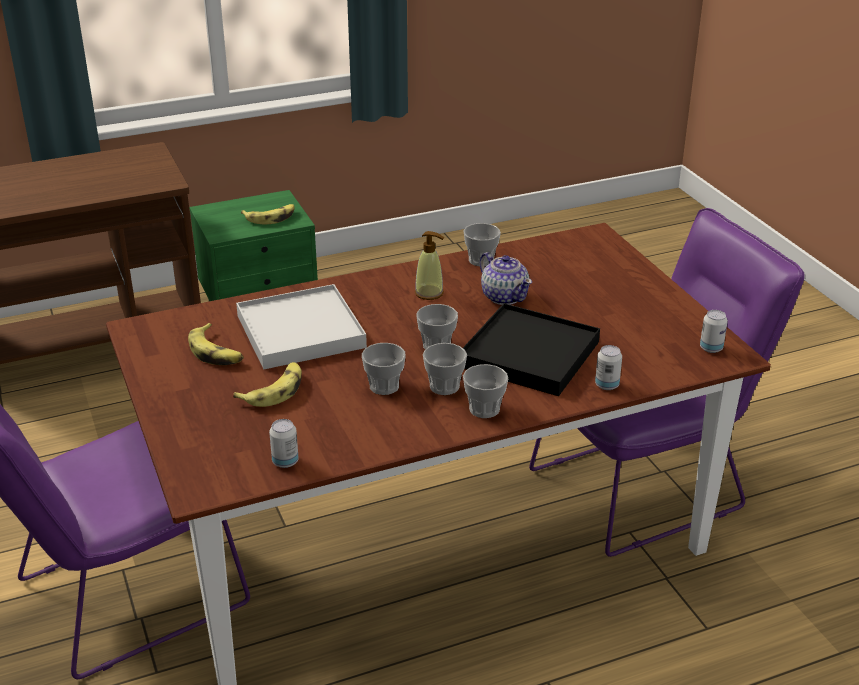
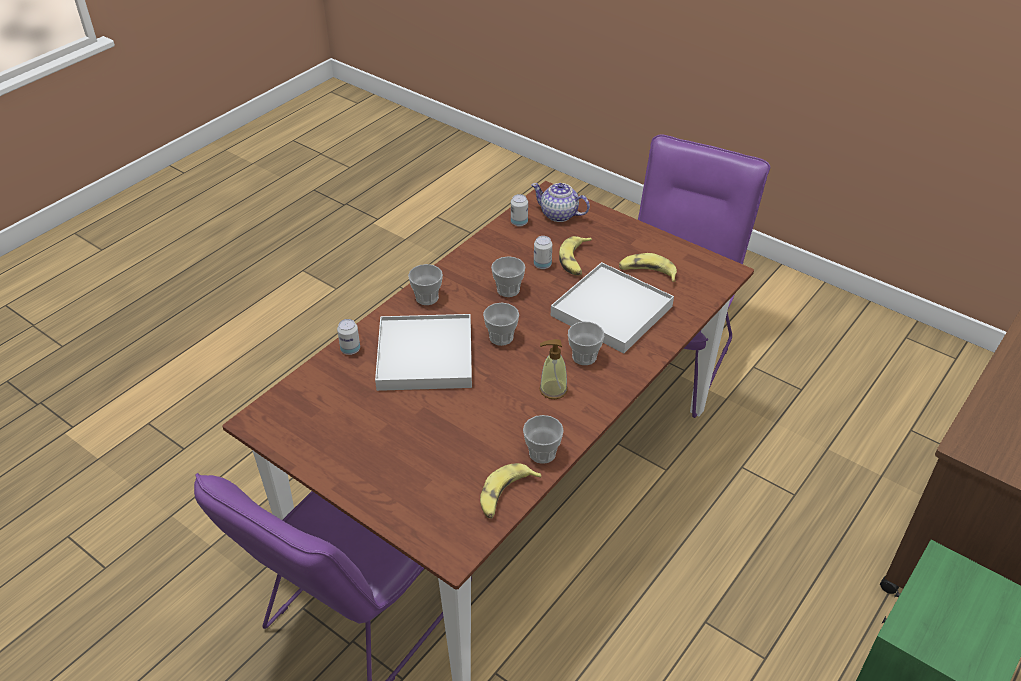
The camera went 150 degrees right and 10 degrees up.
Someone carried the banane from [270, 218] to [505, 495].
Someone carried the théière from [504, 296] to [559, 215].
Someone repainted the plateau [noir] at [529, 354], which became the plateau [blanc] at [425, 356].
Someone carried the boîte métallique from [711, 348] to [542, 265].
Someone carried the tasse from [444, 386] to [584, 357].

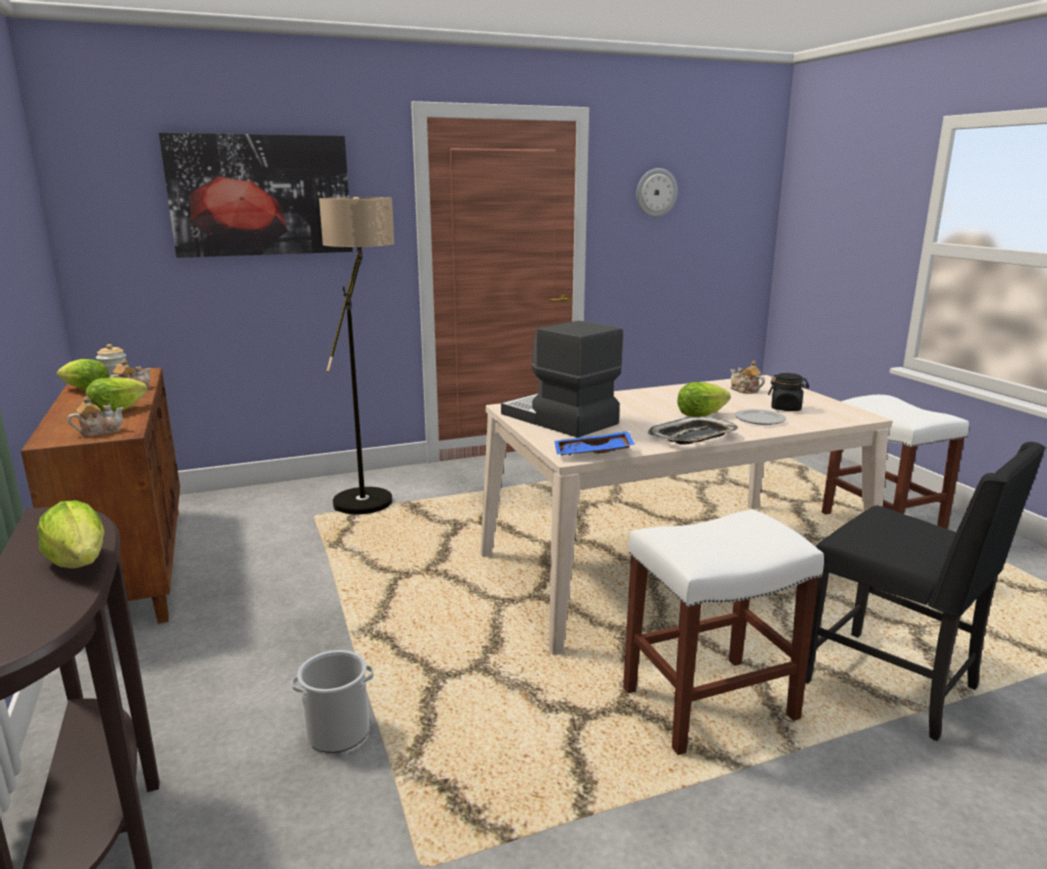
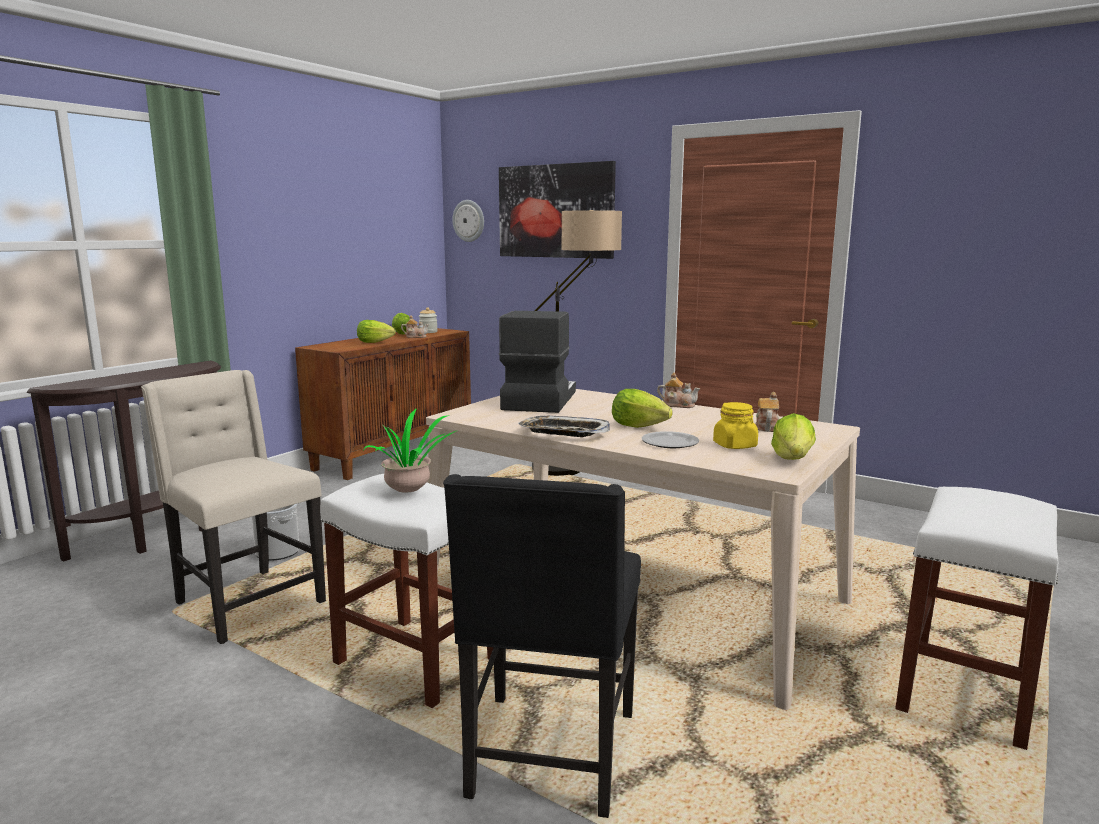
The camera went 55 degrees right and 5 degrees down.
Someone carried the horloge murale from [656, 192] to [469, 220].
Someone repainted the bocal [noir] at [786, 408], which became the bocal [jaune] at [735, 446].
Someone carried the théière from [99, 432] to [678, 405].
Someone took away the plateau [bleu] at [593, 454].
Someone carried the laitue from [80, 562] to [792, 459].
Someone put down the chaise [beige] at [246, 603].
Someone put down the plante en pot at [410, 491].

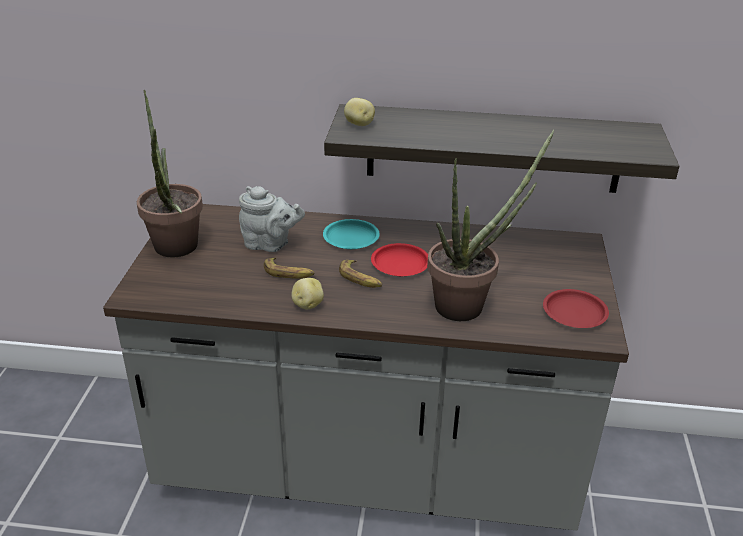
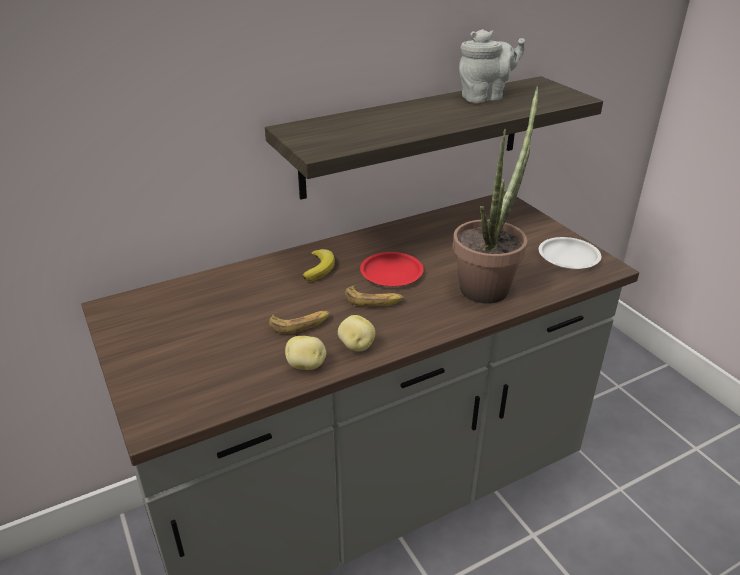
The camera went 35 degrees left and 0 degrees up.
Someone took away the plante en pot at [176, 251].
Someone carried the pomme de terre from [359, 124] to [306, 366].
Someone carried the théière [gris] from [270, 244] to [485, 97].
Someone swapped the assiette [turquoise] at [351, 238] for the banane at [319, 268].
Someone repainted the assiette [rouge] at [575, 313], which became the assiette [blanc] at [569, 257].

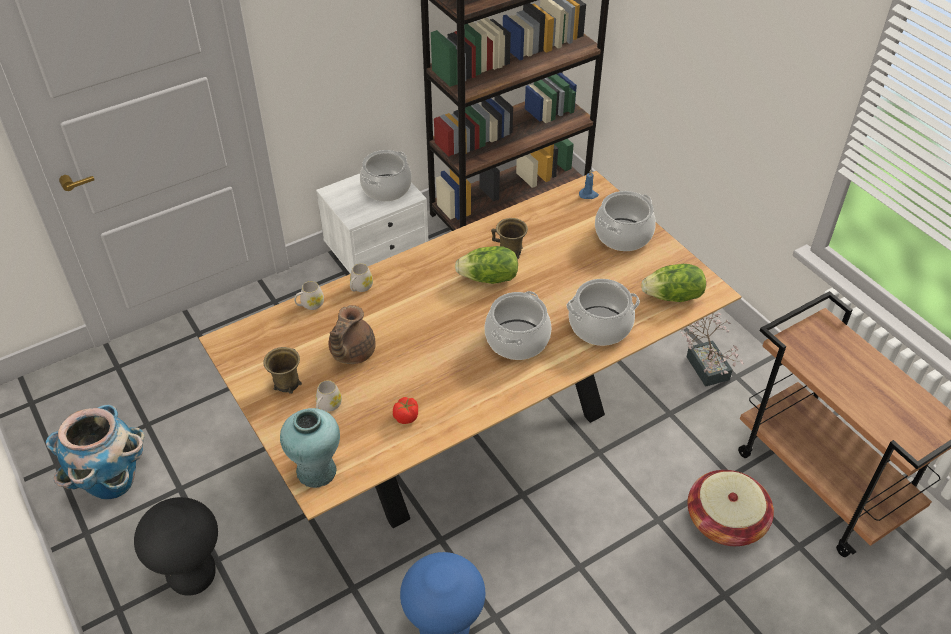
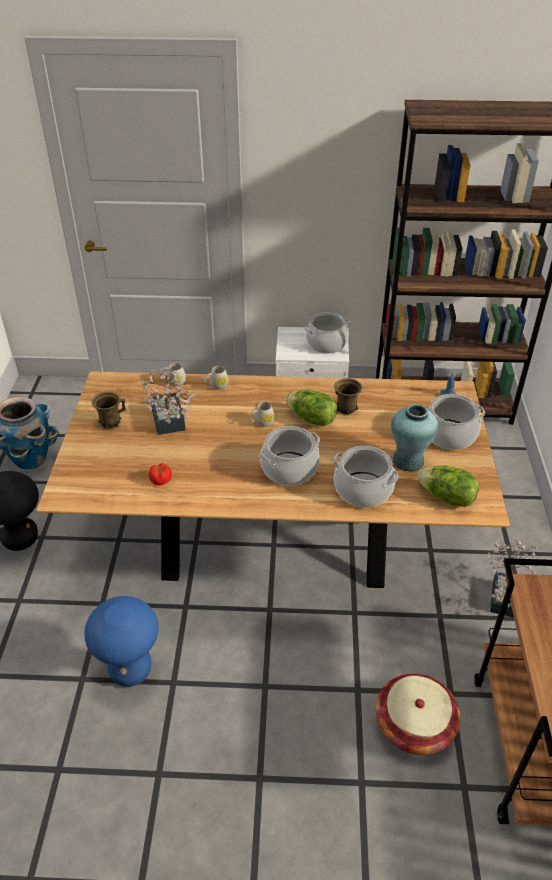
The camera went 35 degrees right and 5 degrees down.
Someone swapped the théière [marron] at [351, 353] for the plante en pot at [168, 423].
Someone carried the mug [blanc] from [327, 406] to [262, 422].
Someone carried the vase [turquoise] from [316, 471] to [408, 460].

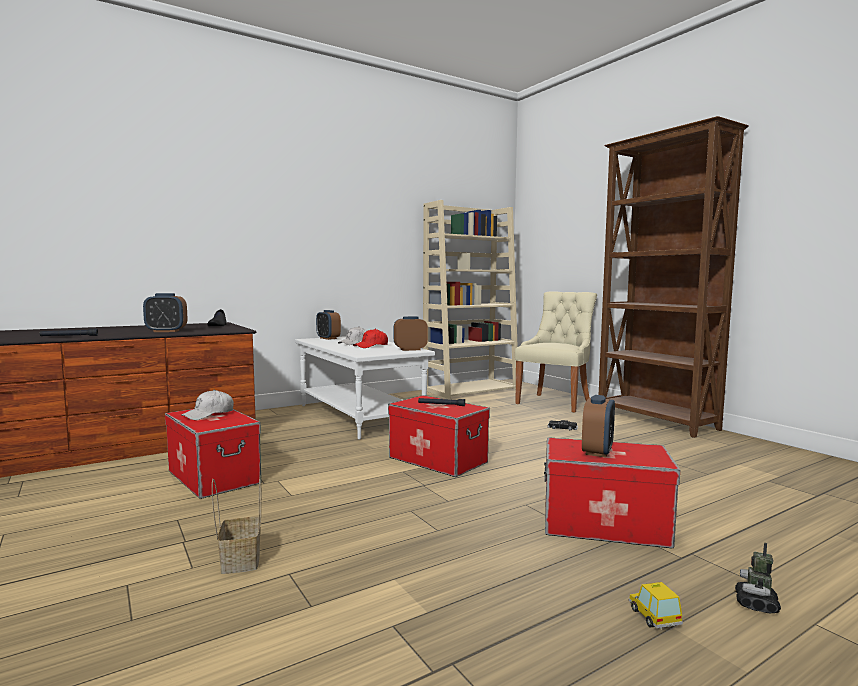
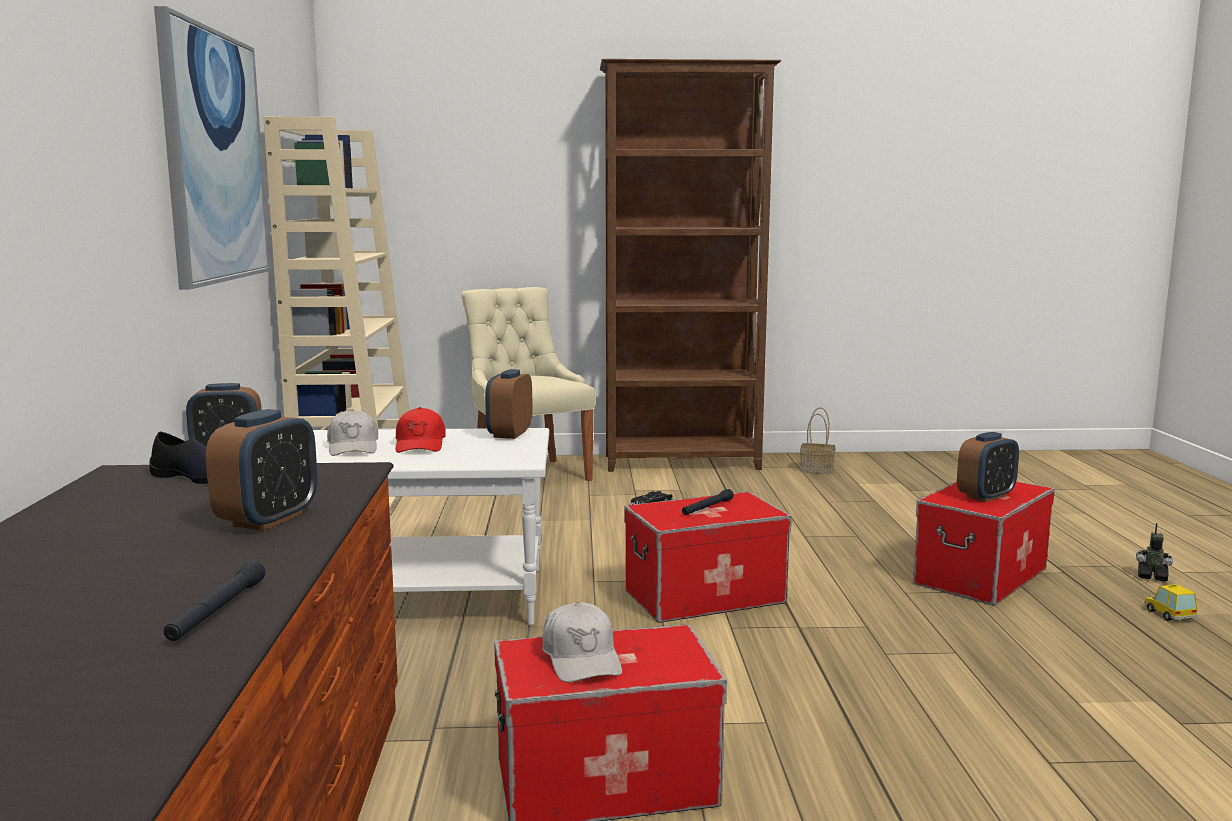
The camera went 60 degrees left and 5 degrees up.
Someone rotated the réveil at [597, 451] by 90 degrees clockwise.
Someone carried the panier from [240, 560] to [815, 470].
Someone rotated the robot jouet at [756, 604] by 150 degrees clockwise.
Someone rotated the petite voiture at [654, 616] by 60 degrees clockwise.
Someone put up the tableau at [214, 157].

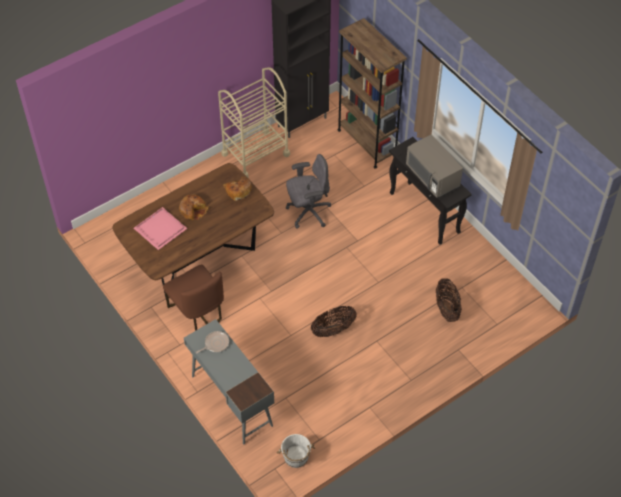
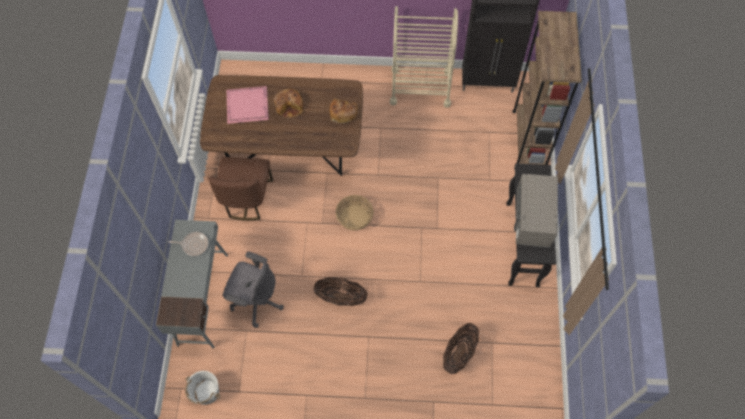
The camera went 40 degrees right and 10 degrees up.
Someone carried the chaise de bureau [gris] from [308, 212] to [256, 300].
Someone put down the panier at [354, 217].

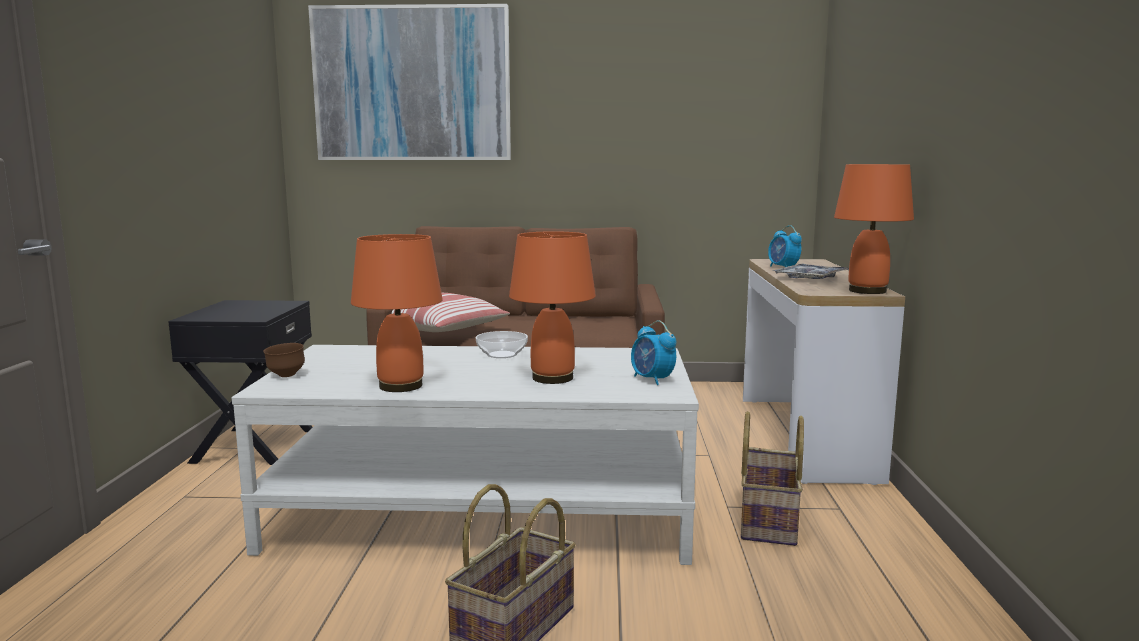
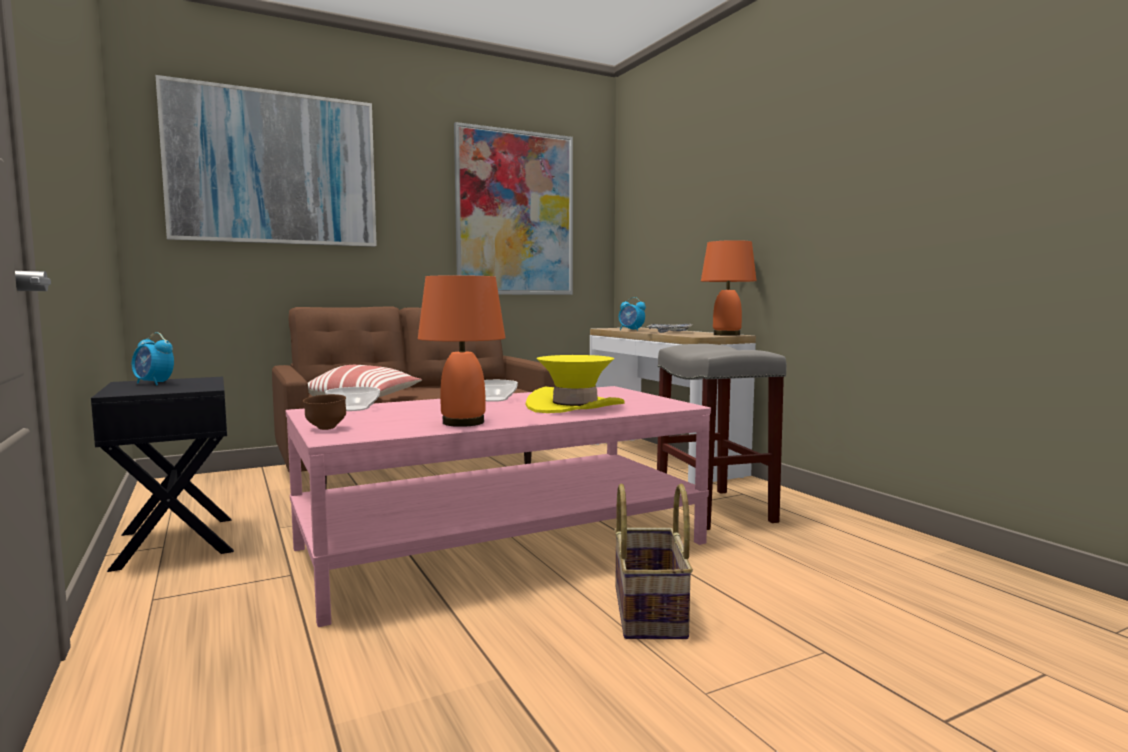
The camera went 30 degrees left and 5 degrees down.
Someone swapped the lampe de table [orange] at [552, 378] for the chapeau [jaune] at [575, 406].
Someone carried the réveil from [652, 380] to [154, 383].
Someone repainted the table basse [blanc] at [484, 512], which became the table basse [rose] at [503, 545].
Someone swapped the panier at [767, 520] for the tabouret [gris] at [712, 508].
Someone put up the tableau at [515, 213].
Someone put down the bol at [354, 409].

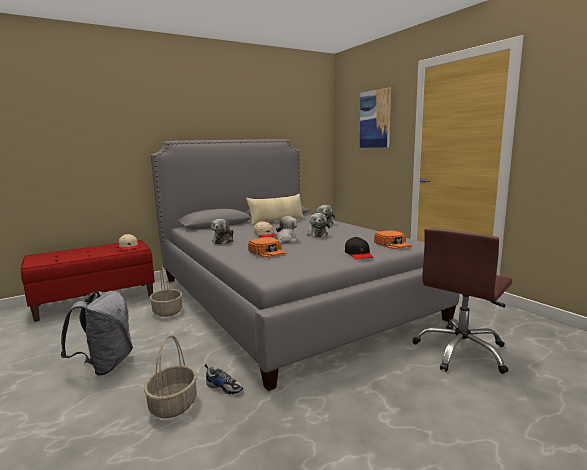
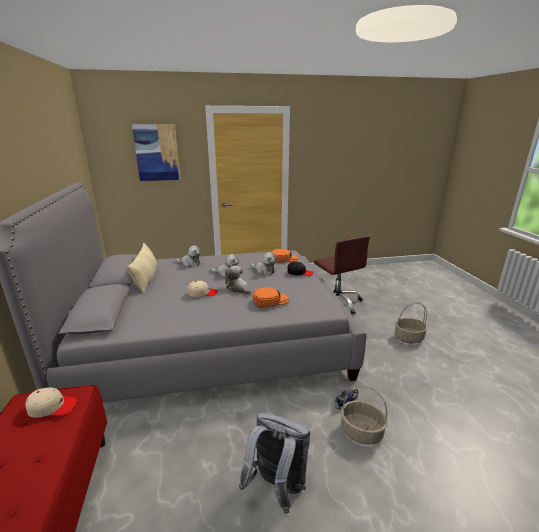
The camera went 70 degrees left and 10 degrees up.
Someone carried the peluche from [224, 241] to [264, 270].
Someone carried the panier from [168, 311] to [409, 337].

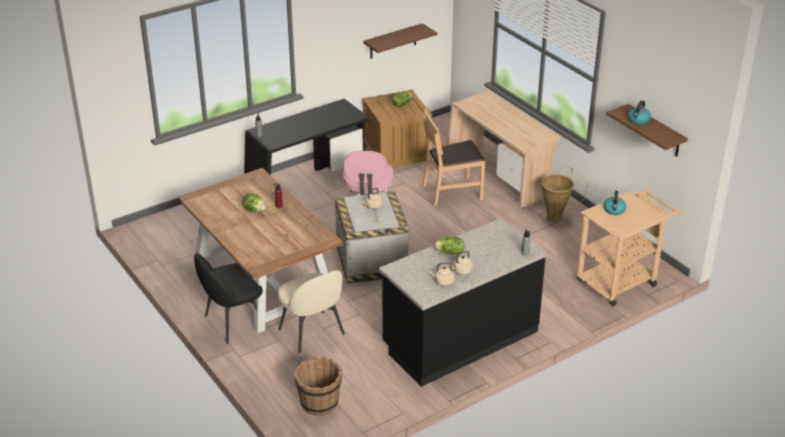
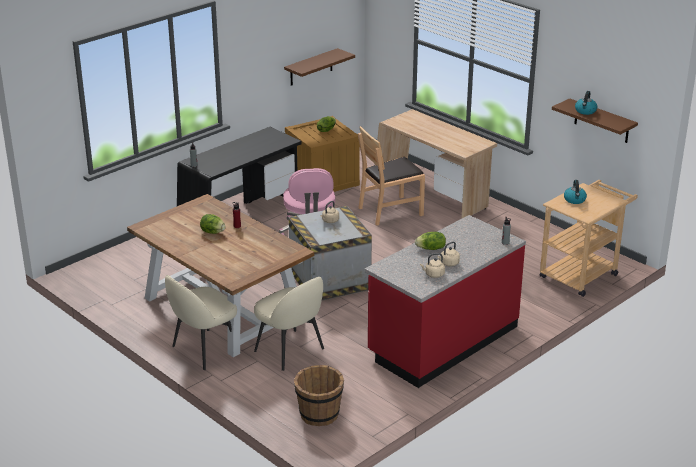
The camera went 10 degrees left and 5 degrees down.
Someone took away the panier at [557, 217].
Someone repainted the comptoir de cuisine [noir] at [459, 339], which became the comptoir de cuisine [rouge] at [442, 341].
Someone repainted the chaise [noir] at [233, 323], which became the chaise [beige] at [204, 350].

